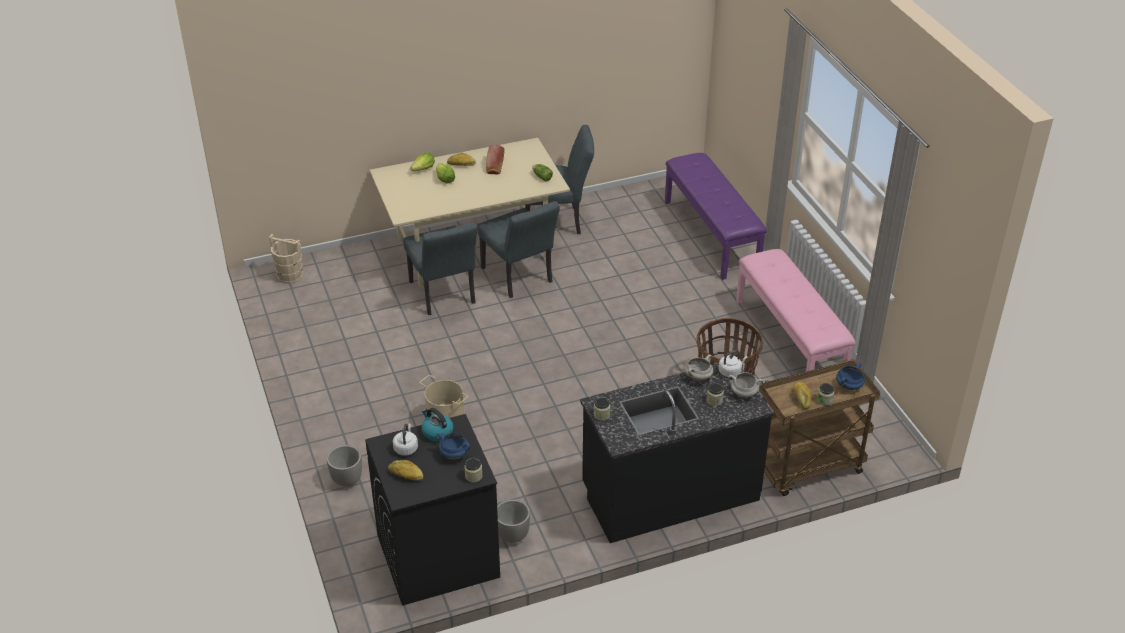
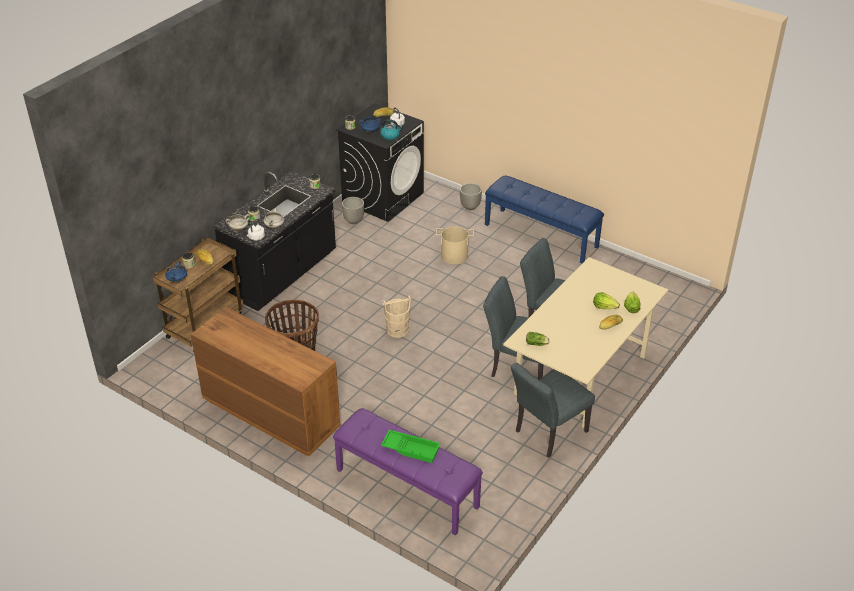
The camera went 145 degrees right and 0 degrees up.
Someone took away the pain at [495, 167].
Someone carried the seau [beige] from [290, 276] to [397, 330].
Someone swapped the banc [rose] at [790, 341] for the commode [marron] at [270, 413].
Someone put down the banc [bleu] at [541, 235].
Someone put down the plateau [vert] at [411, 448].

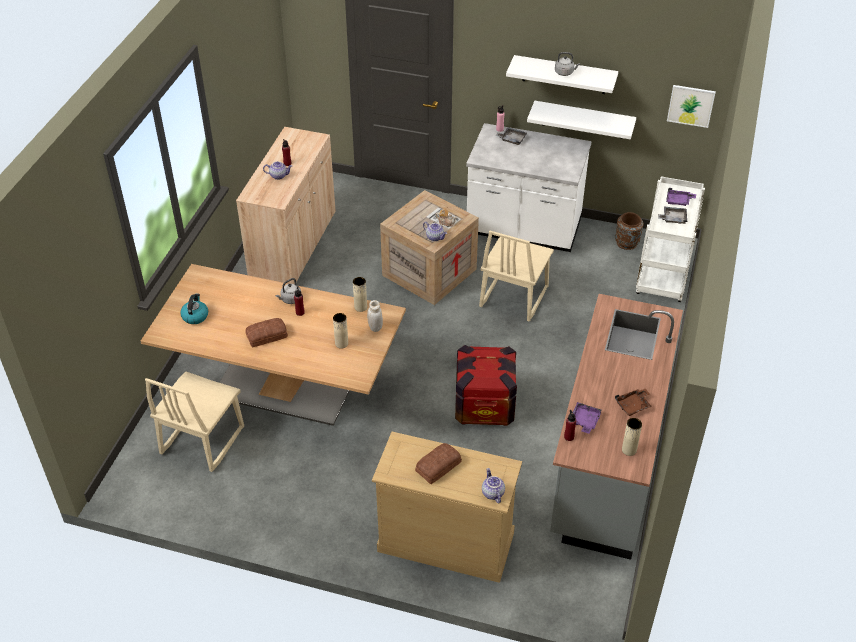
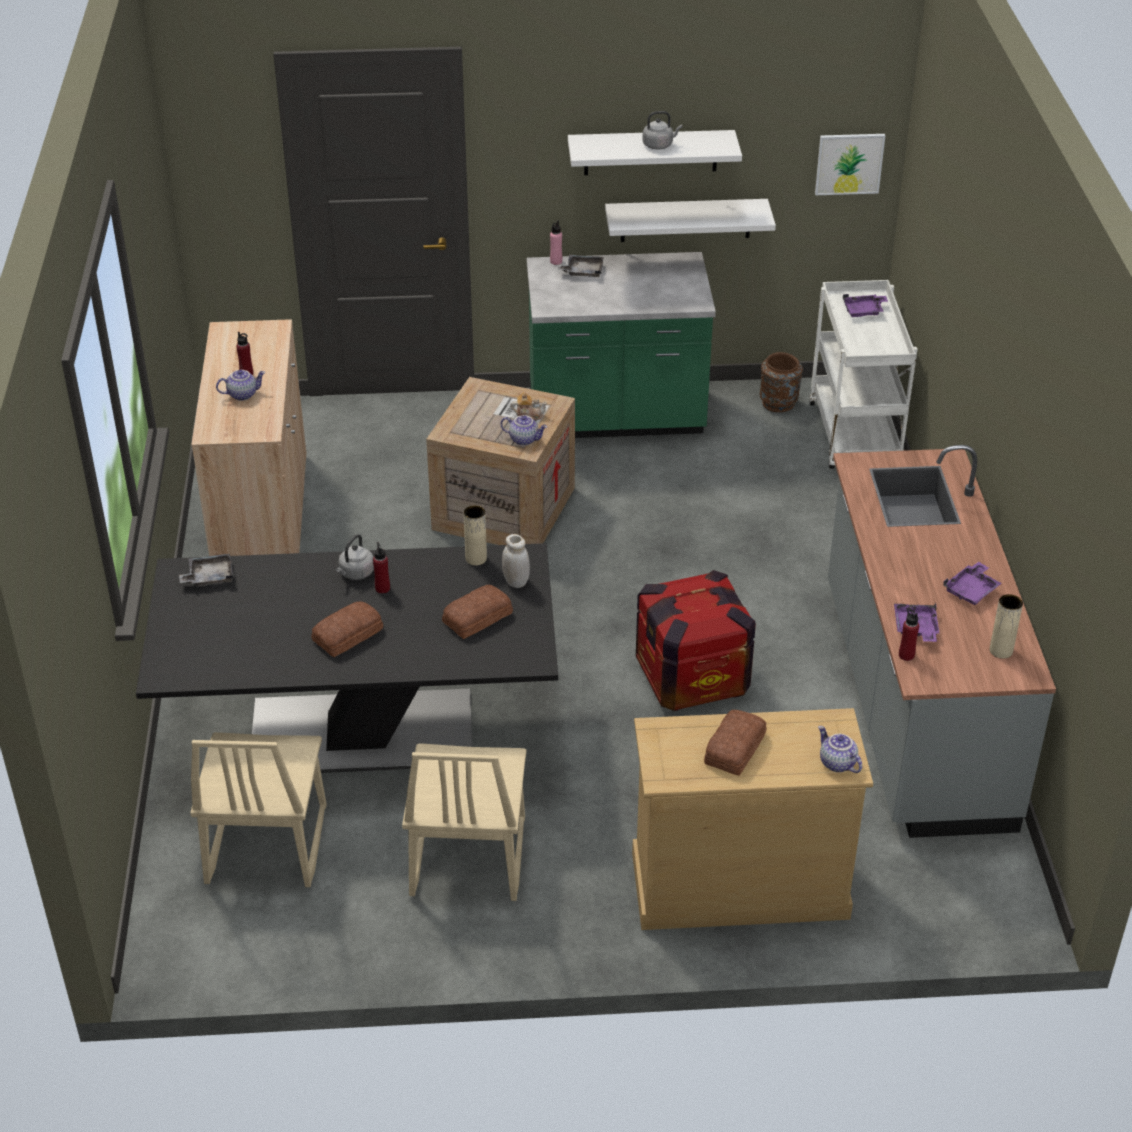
The camera went 20 degrees left and 5 degrees down.
Someone repainted the comptoir de cuisine [blanc] at [523, 230], which became the comptoir de cuisine [vert] at [616, 418].
Someone carried the plateau [gris] from [673, 218] to [209, 577].
Someone carried the chaise [beige] from [513, 297] to [466, 857].
Someone repainted the table à manger [beige] at [283, 389], which became the table à manger [noir] at [362, 734].
Someone took away the bouilloire at [195, 316].
Someone swapped the vase [beige] at [341, 344] for the pain at [476, 617].
Someone repainted the plateau [marron] at [633, 405], which became the plateau [violet] at [972, 590].

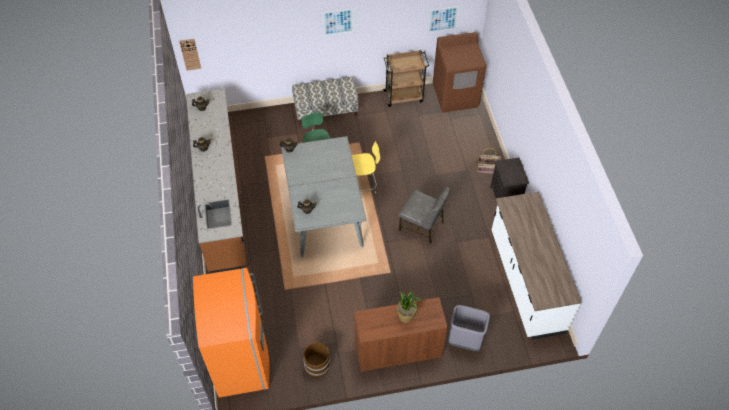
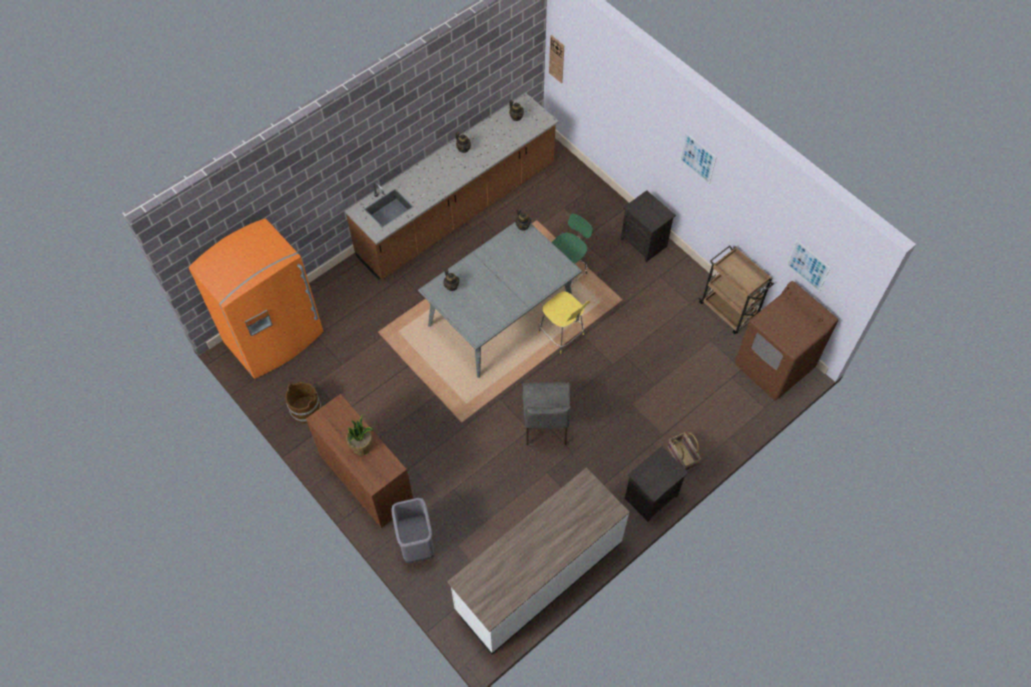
The camera went 60 degrees right and 5 degrees up.
Someone swapped the banc at [326, 110] for the table de chevet [noir] at [644, 243].

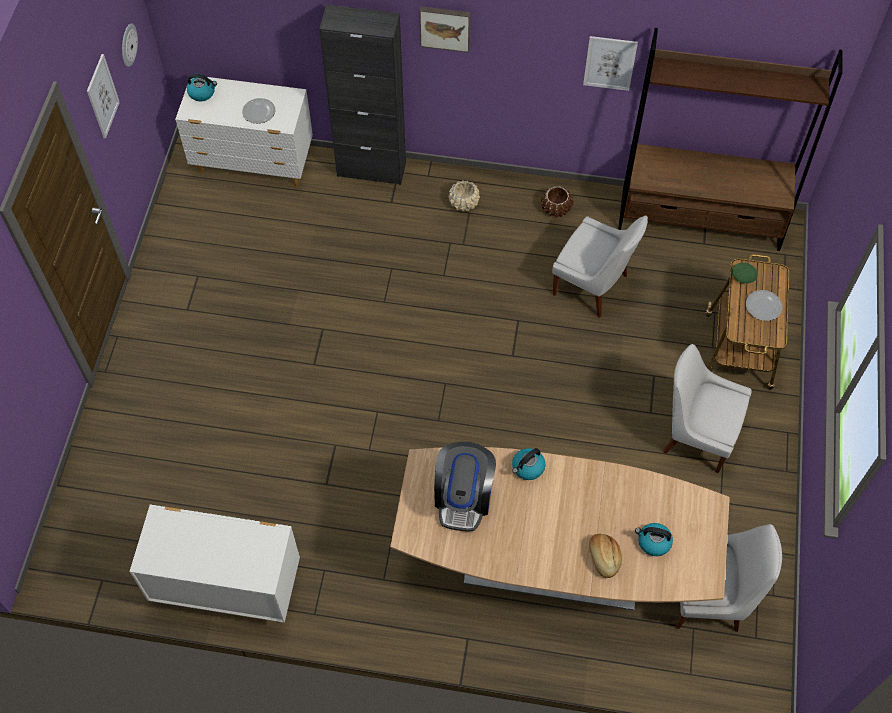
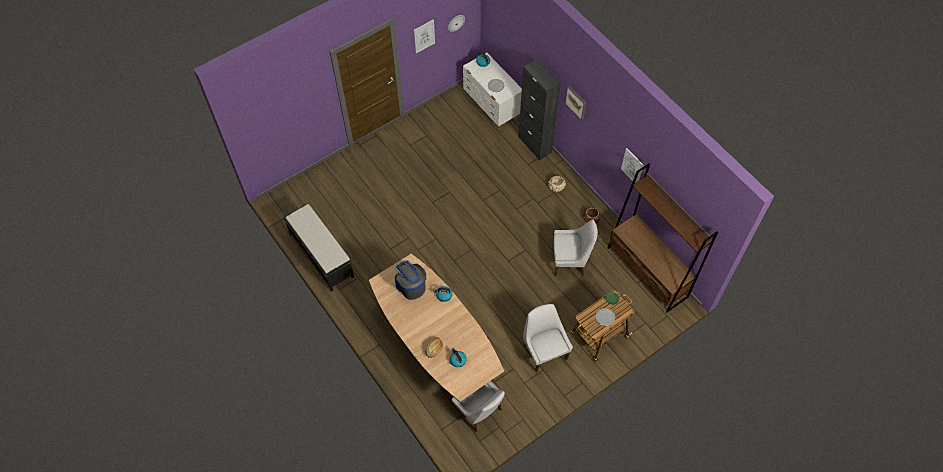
The camera went 45 degrees right and 0 degrees up.
Someone rotated the chaise [blanc] at [593, 286] by 75 degrees counterclockwise.
Someone rotated the machine à café at [463, 497] by 90 degrees clockwise.
Someone swapped the commode [blanc] at [227, 588] for the banc [noir] at [321, 255].

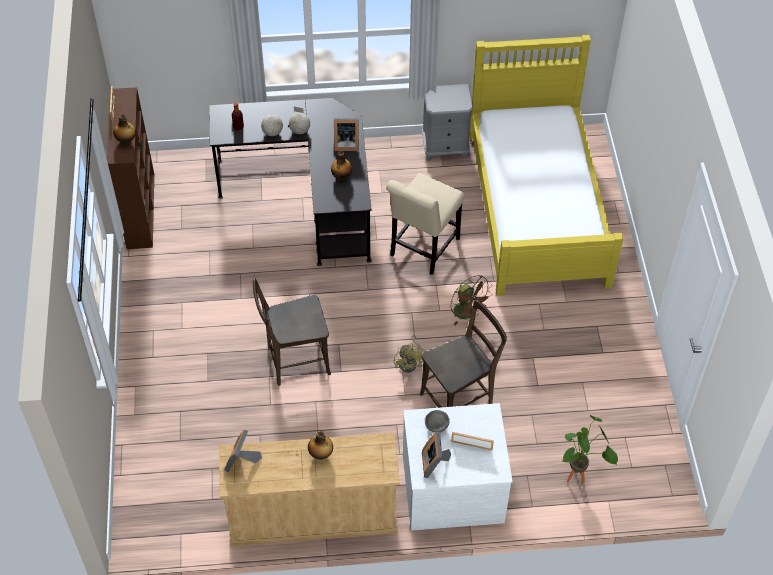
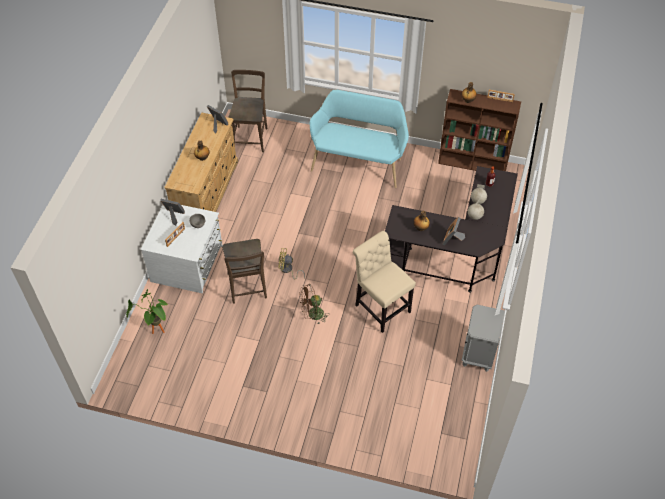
The camera went 110 degrees right and 0 degrees up.
Someone took away the lit [jaune] at [537, 206].
Someone carried the chaise [marron] from [294, 361] to [251, 137].
Someone put down the banc [turquoise] at [358, 163].

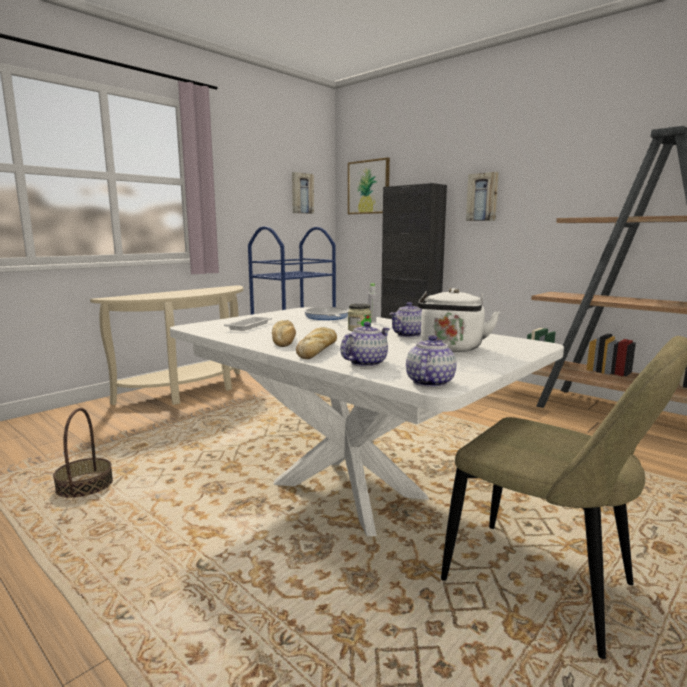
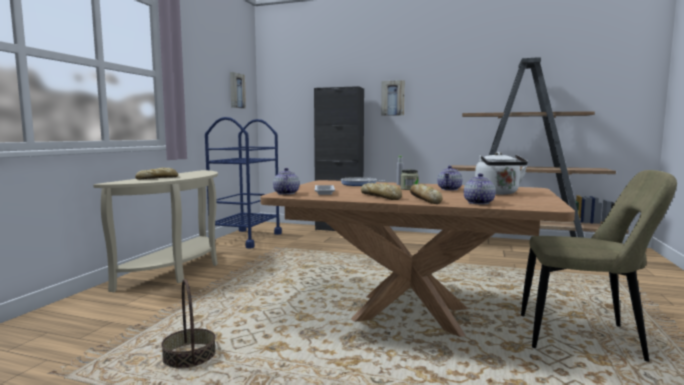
The camera went 25 degrees left and 5 degrees down.
Someone took away the tableau at [368, 187].
Someone repainted the table à manger [blanc] at [348, 490], which became the table à manger [marron] at [410, 314].
Someone carried the théière from [429, 382] to [286, 193].
Someone put down the pain at [158, 178].

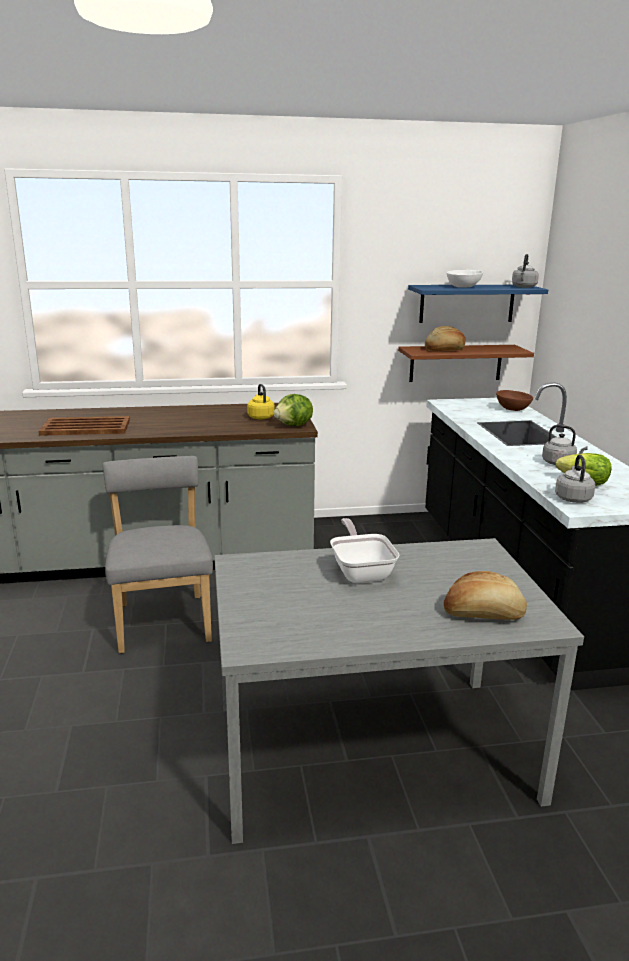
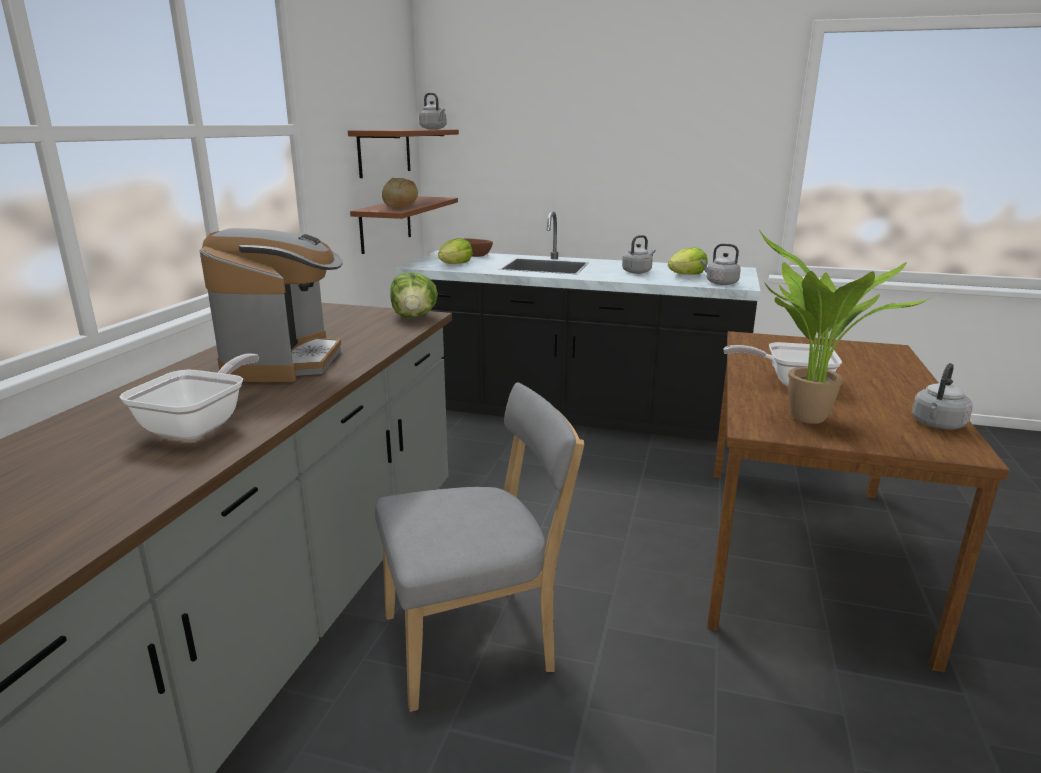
The camera went 65 degrees left and 0 degrees up.
Someone took away the bol [blanc] at [463, 287].
Someone repainted the étagère [bleu] at [467, 303], which became the étagère [marron] at [384, 152].
Someone took away the bouilloire [jaune] at [260, 417].
Someone swapped the plateau [marron] at [87, 427] for the poêle at [201, 424].
Someone rotated the chaise [gris] at [163, 620] by 150 degrees clockwise.
Someone repainted the table à manger [gris] at [374, 749], which became the table à manger [marron] at [801, 549].
Someone took away the pain at [483, 614].
Someone put down the machine à café at [284, 362].
Someone put down the plante en pot at [806, 420].
Someone put down the laitue at [455, 264].
Someone put down the bouilloire [gris] at [937, 425].

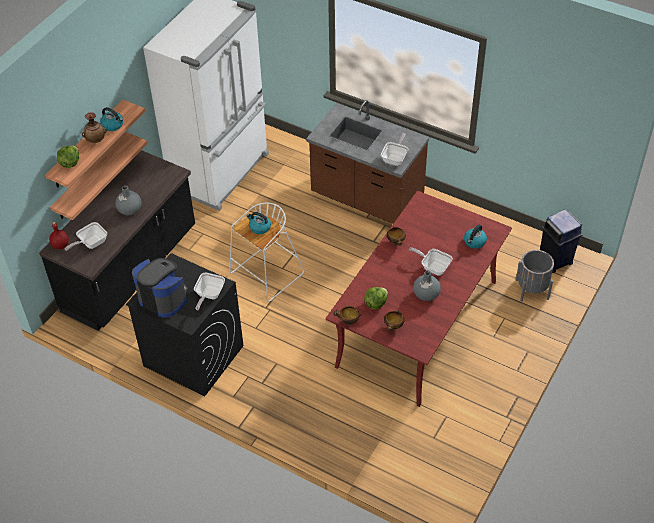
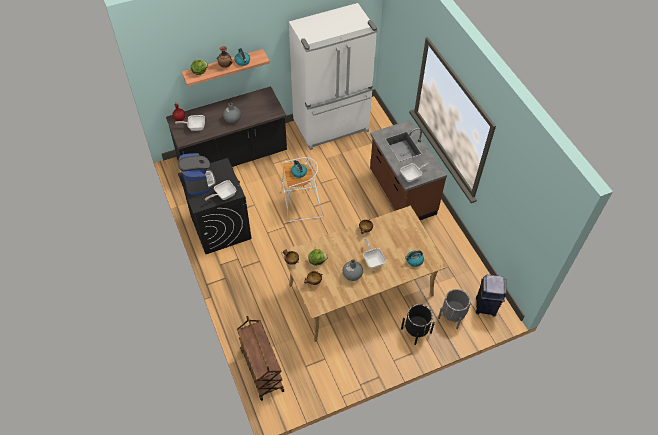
The camera went 35 degrees right and 5 degrees up.
Someone took away the étagère at [91, 177].
Someone repainted the table à manger [rouge] at [417, 323], which became the table à manger [beige] at [361, 290].
Someone put down the cache-pot [noir] at [416, 330].
Someone put down the chariot [marron] at [261, 369].

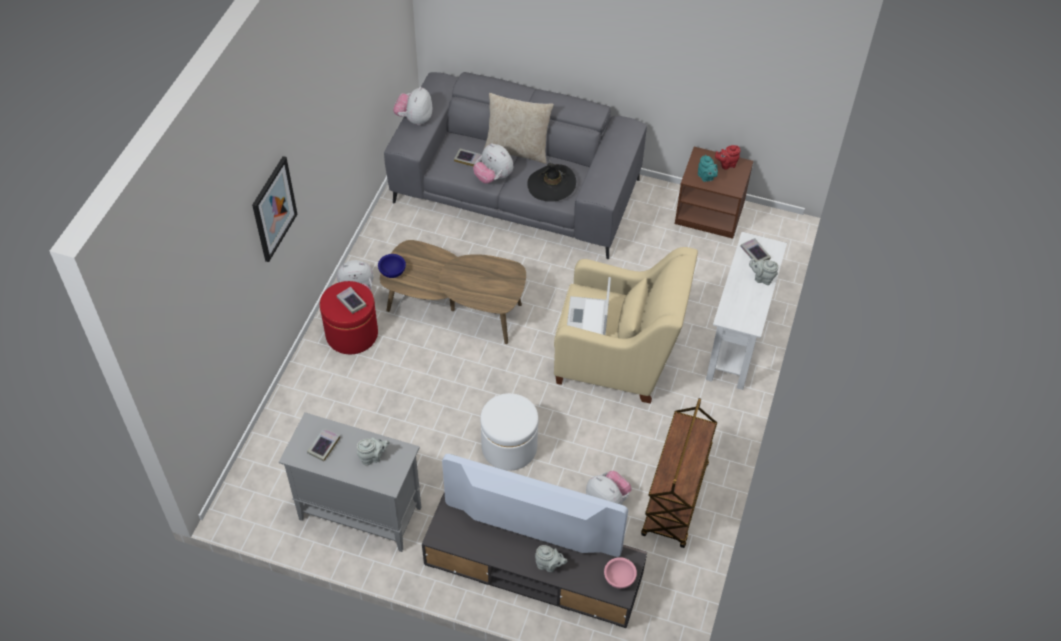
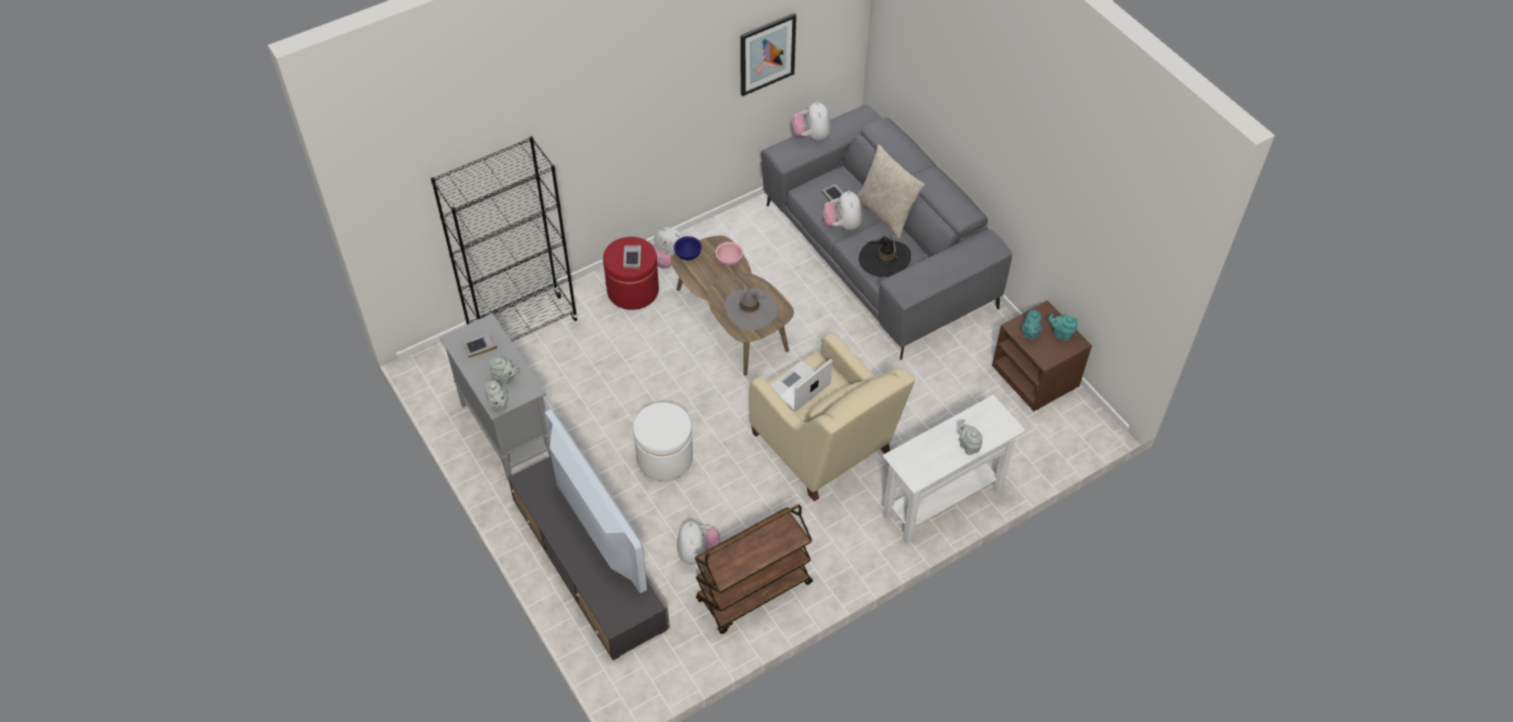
The camera went 40 degrees right and 0 degrees up.
Someone rotated the peluche at [414, 119] by 60 degrees counterclockwise.
Someone repainted the théière [rouge] at [726, 164], which became the théière [turquoise] at [1061, 334].
Someone carried the tableau from [273, 209] to [767, 54].
Someone took away the livre at [755, 253].
Someone carried the théière [gris] from [549, 565] to [498, 405].
Someone carried the bol [rose] from [619, 578] to [729, 261].
Someone put down the bibliothèque [noir] at [523, 327].
Someone put down the chapeau [gris] at [751, 310].

